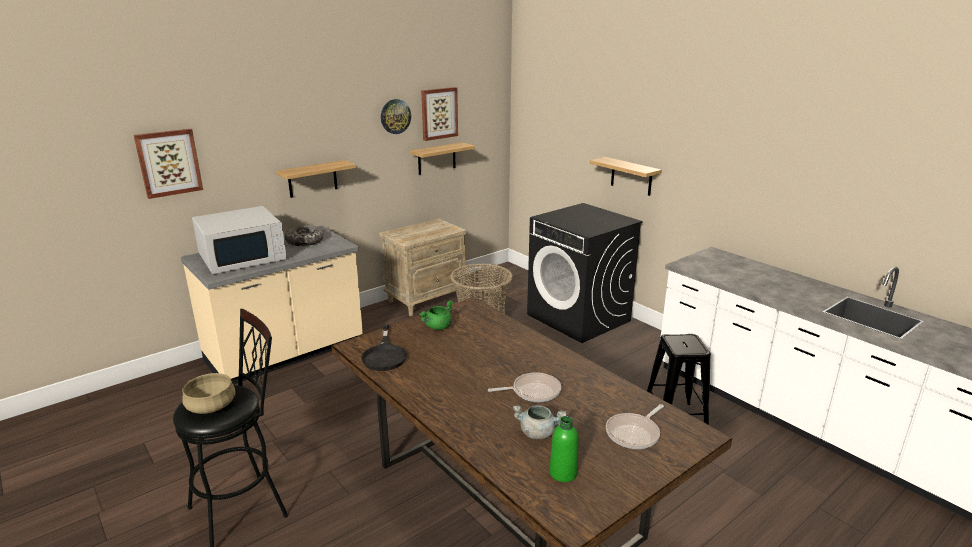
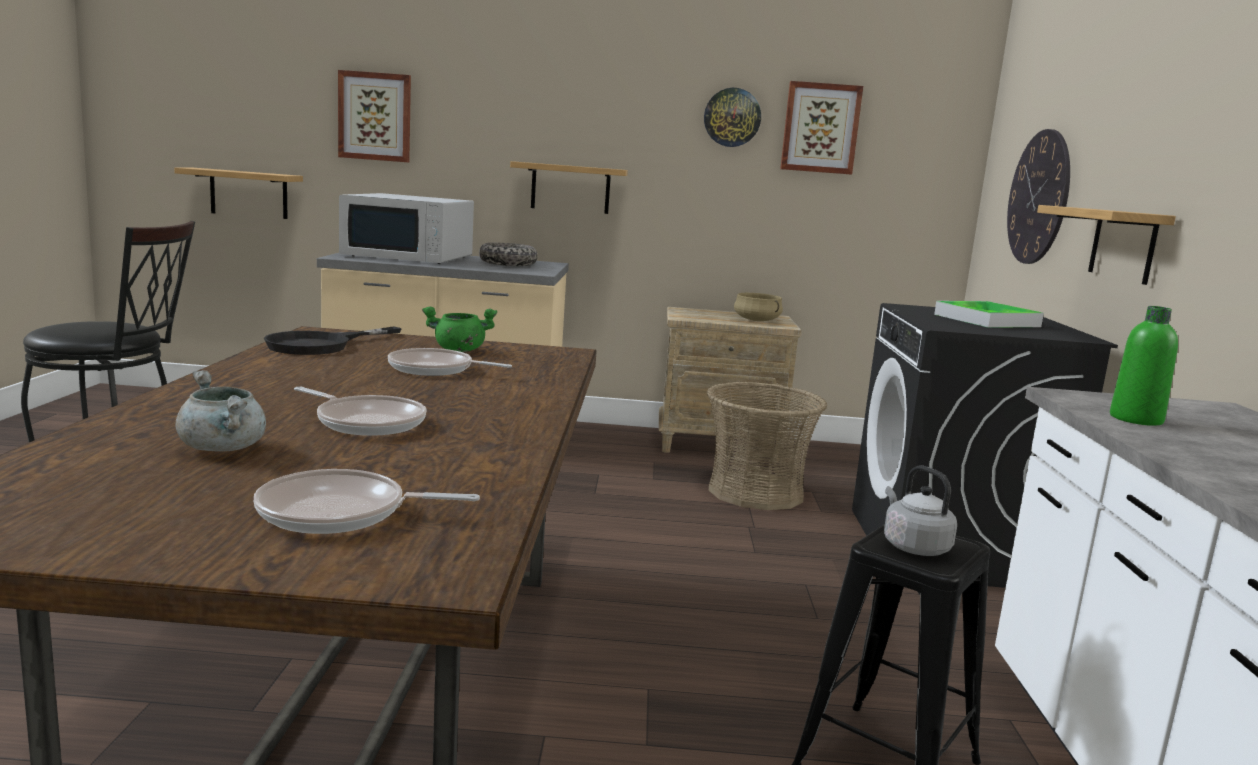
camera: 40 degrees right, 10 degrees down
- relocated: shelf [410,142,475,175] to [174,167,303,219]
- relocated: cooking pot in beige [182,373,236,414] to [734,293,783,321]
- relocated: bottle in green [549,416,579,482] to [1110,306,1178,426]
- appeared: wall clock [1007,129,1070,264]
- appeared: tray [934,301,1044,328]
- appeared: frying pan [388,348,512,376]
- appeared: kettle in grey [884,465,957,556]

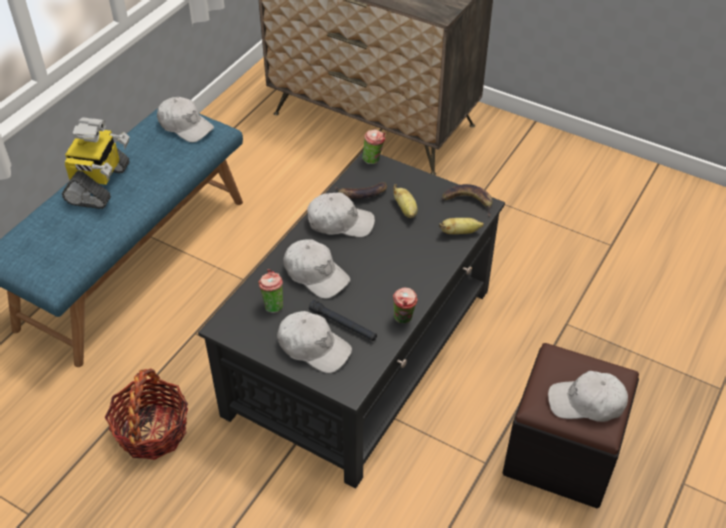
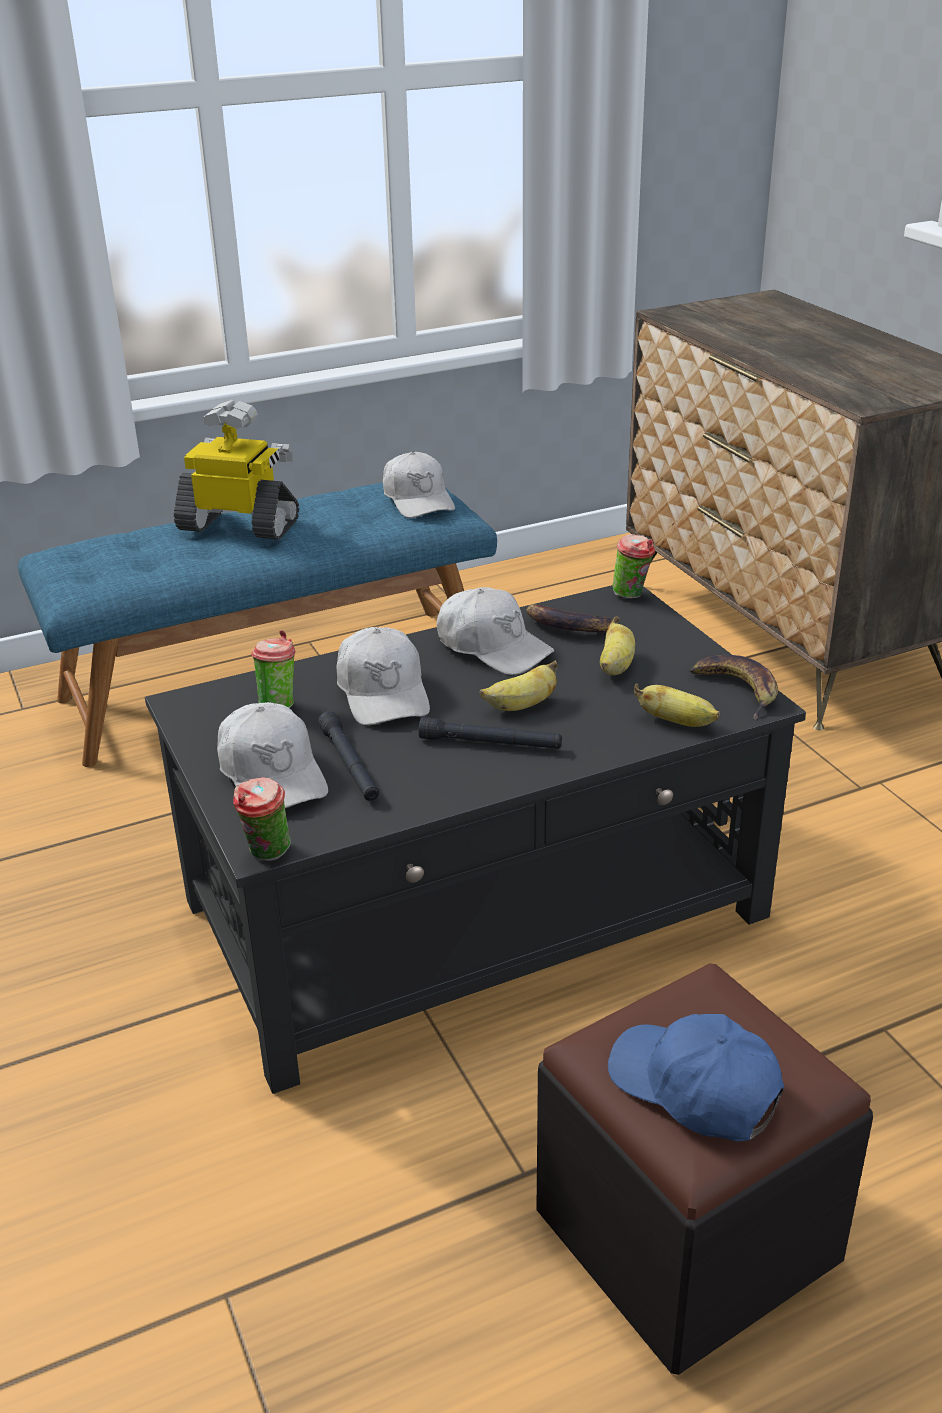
camera: 35 degrees right, 15 degrees down
- spun: toy robot [62,117,130,209] = [174,400,299,539] 120 degrees counterclockwise
- relocated: cup [393,288,418,324] to [233,777,291,861]
- missing: basket [105,369,188,460]
- colour: cap in white [548,371,628,422] to cap in blue [608,1014,784,1141]
- appeared: banana [480,661,558,711]
- appeared: flashlight in black [419,717,562,749]

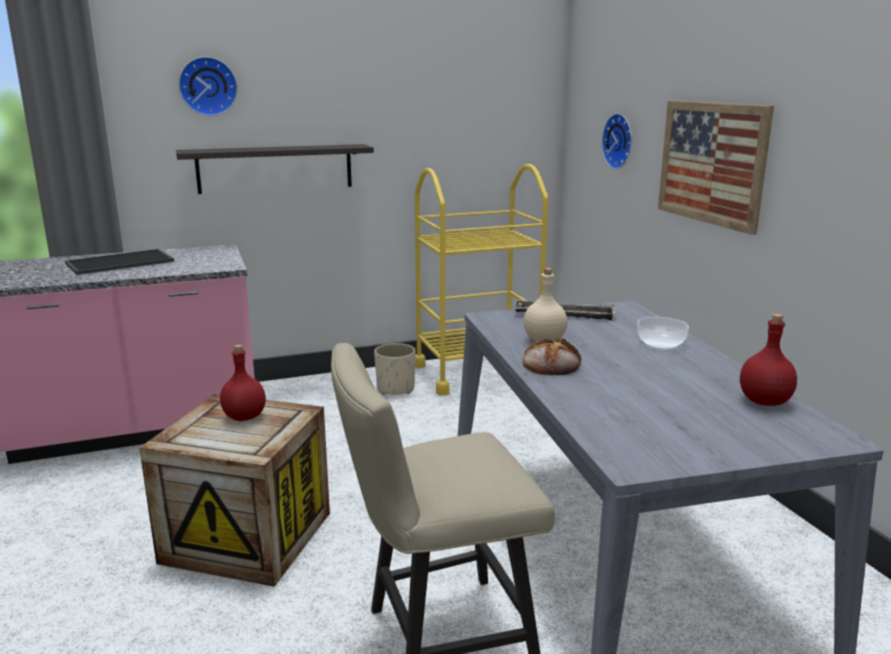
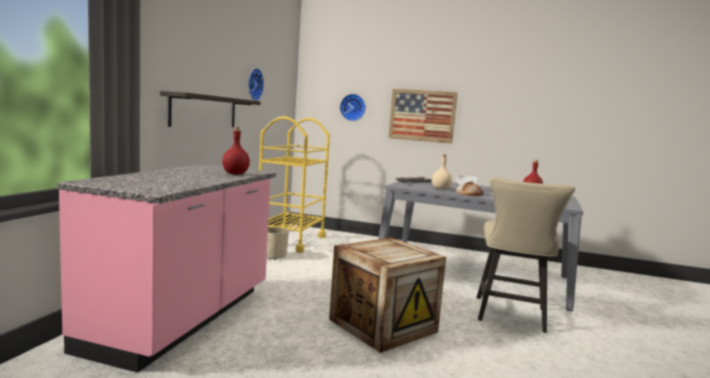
camera: 55 degrees left, 10 degrees down
- relocated: wall clock [178,56,238,116] to [248,68,264,101]
- missing: tray [65,249,175,275]
- relocated: bottle in red [220,344,266,421] to [222,127,250,174]

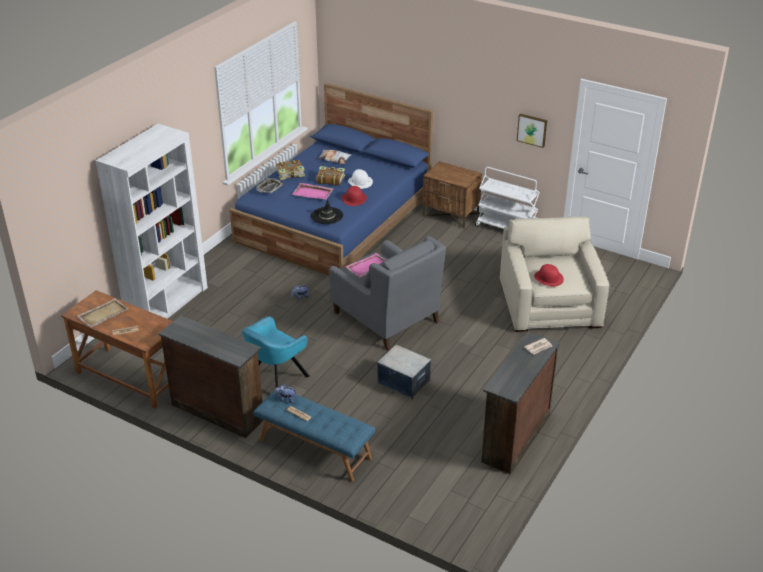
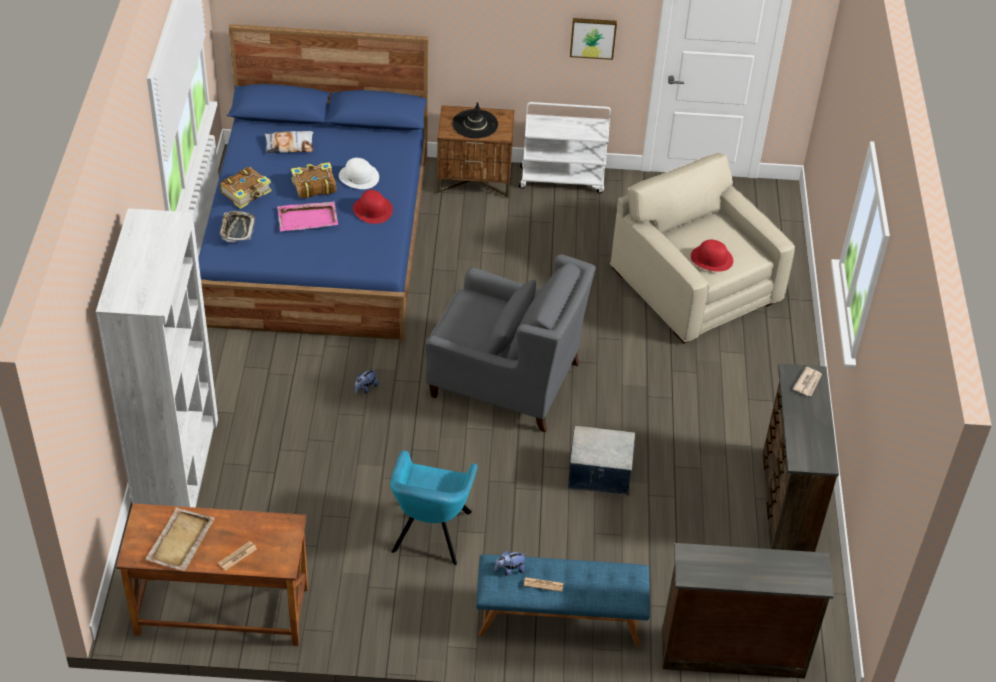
camera: 30 degrees left, 10 degrees up
- relocated: hat in black [311,199,343,224] to [452,102,498,139]
- missing: tray in pink [345,253,386,277]
- relocated: dresser in brown [159,315,263,438] to [662,543,834,678]

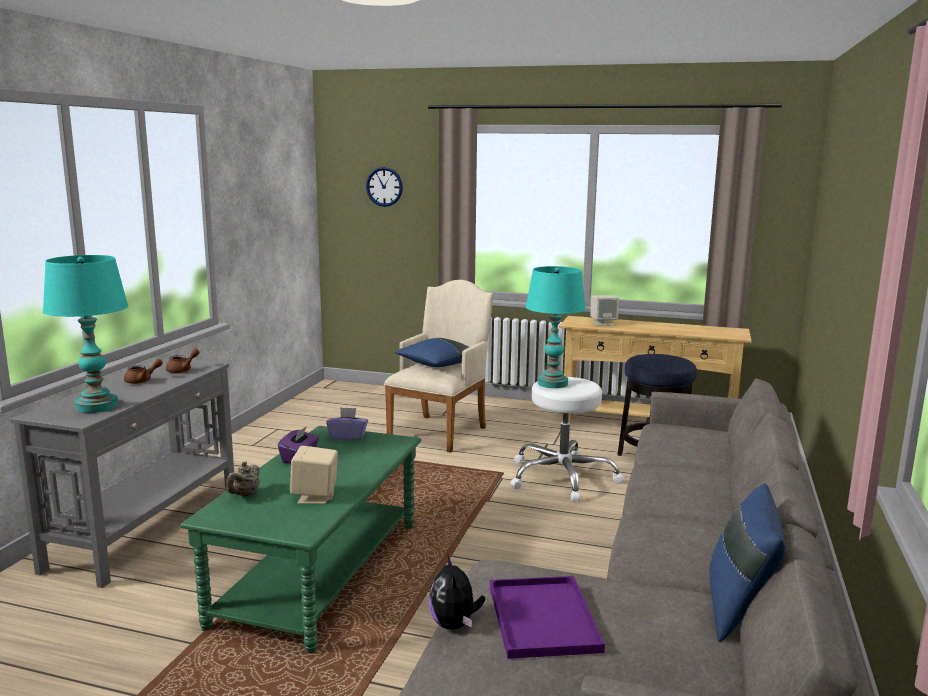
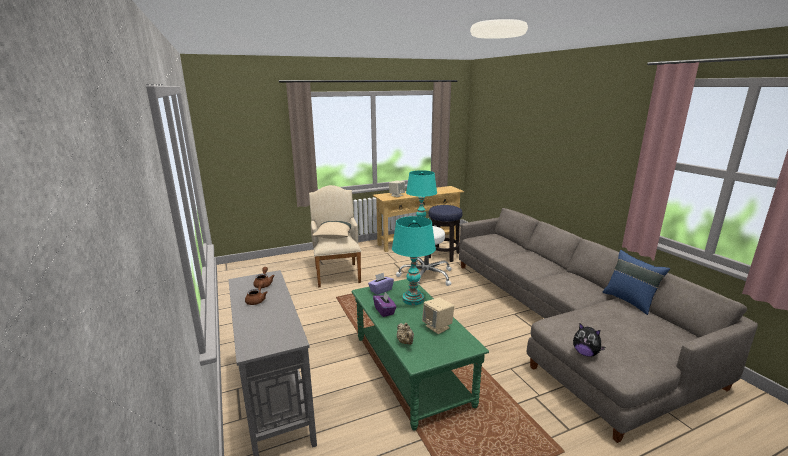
camera: 40 degrees left, 5 degrees up
- missing: wall clock [366,167,403,207]
- relocated: table lamp in turquoise [43,255,128,413] to [392,216,436,305]
- colour: pillow in blue [395,338,469,367] to pillow in beige [312,221,351,239]
- missing: tray in purple [490,576,605,659]

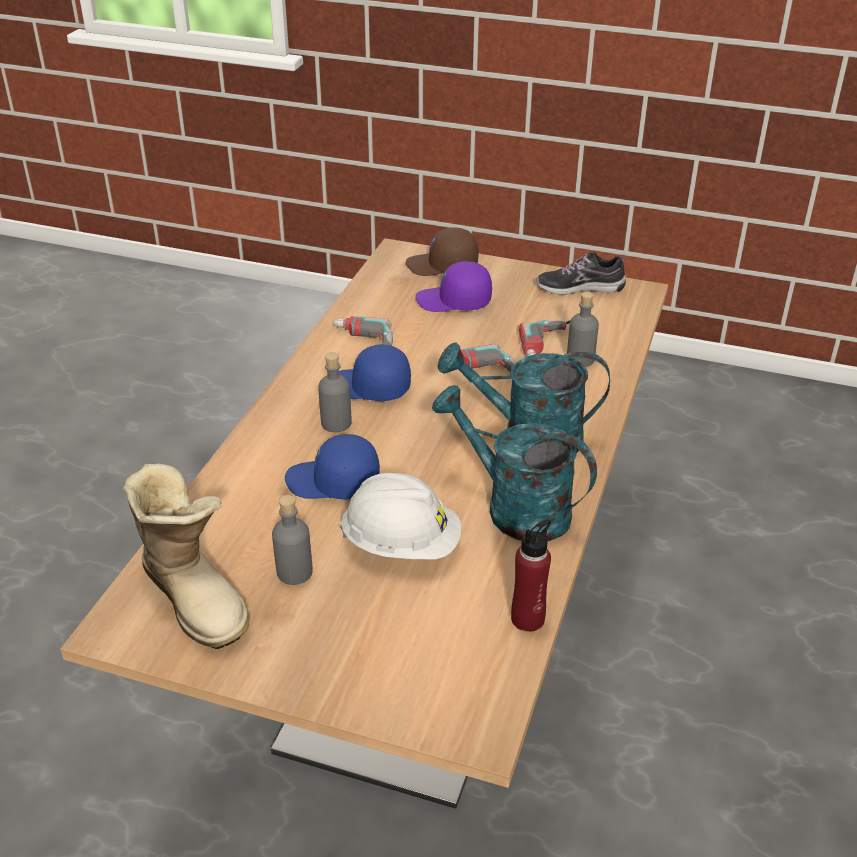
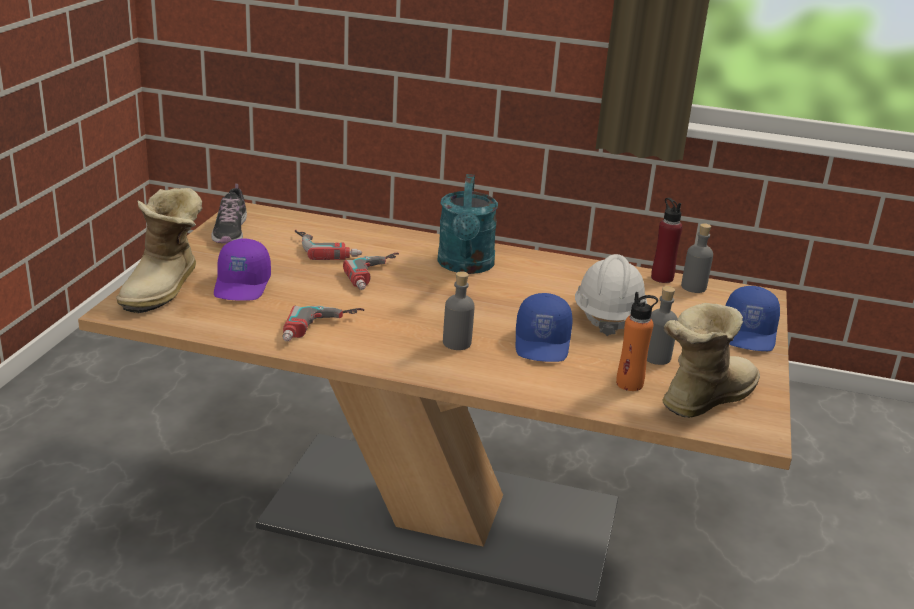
camera: 95 degrees left, 10 degrees down
- exchanged: cap in brown [406,227,479,276] to boot [116,188,203,313]
- relocated: bottle in grey [567,292,599,367] to [681,223,713,293]
- relocated: cap in blue [339,344,411,401] to [726,286,780,351]
- missing: watering can in turquoise [432,385,597,541]
- appeared: bottle in orange [616,292,658,391]

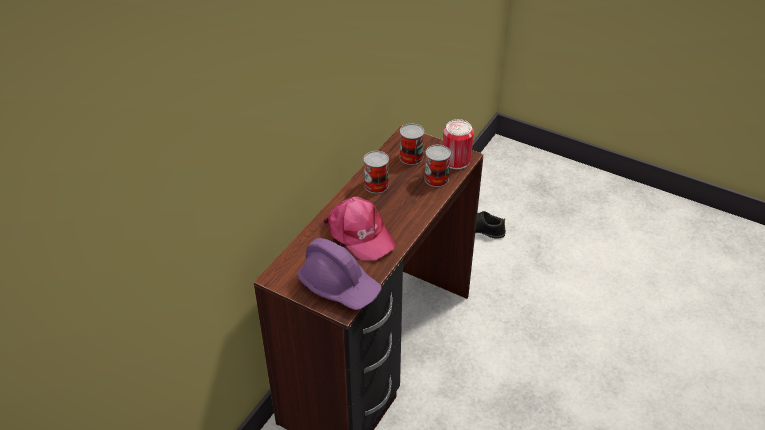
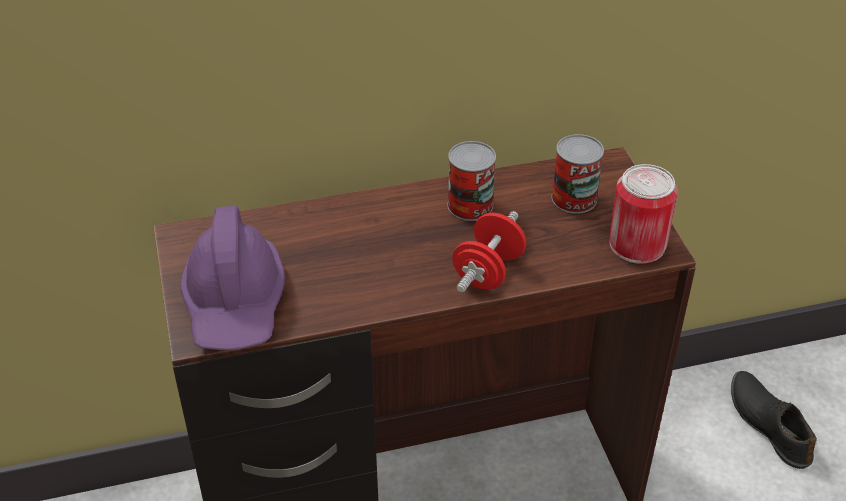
camera: 45 degrees right, 0 degrees up
- missing: can [424,145,451,187]
- missing: cap in pink [324,196,396,261]
- appeared: dumbbell in red [452,211,526,293]

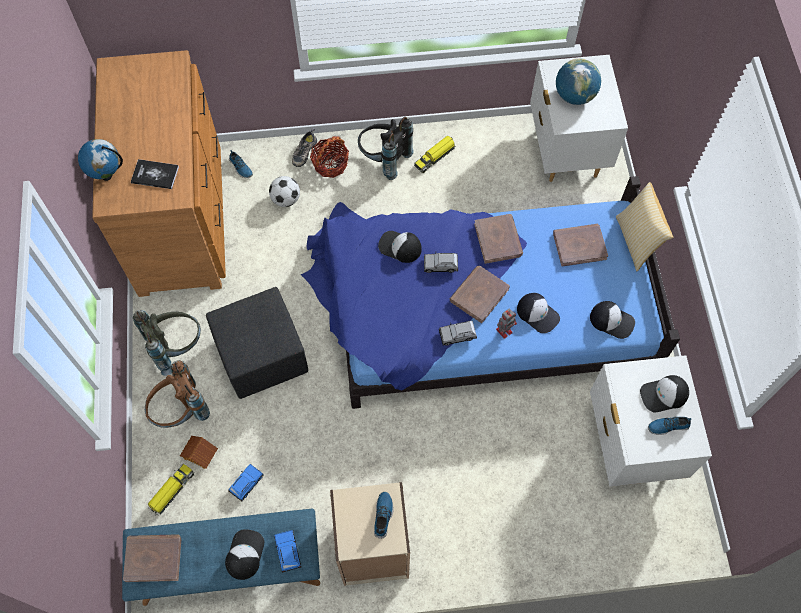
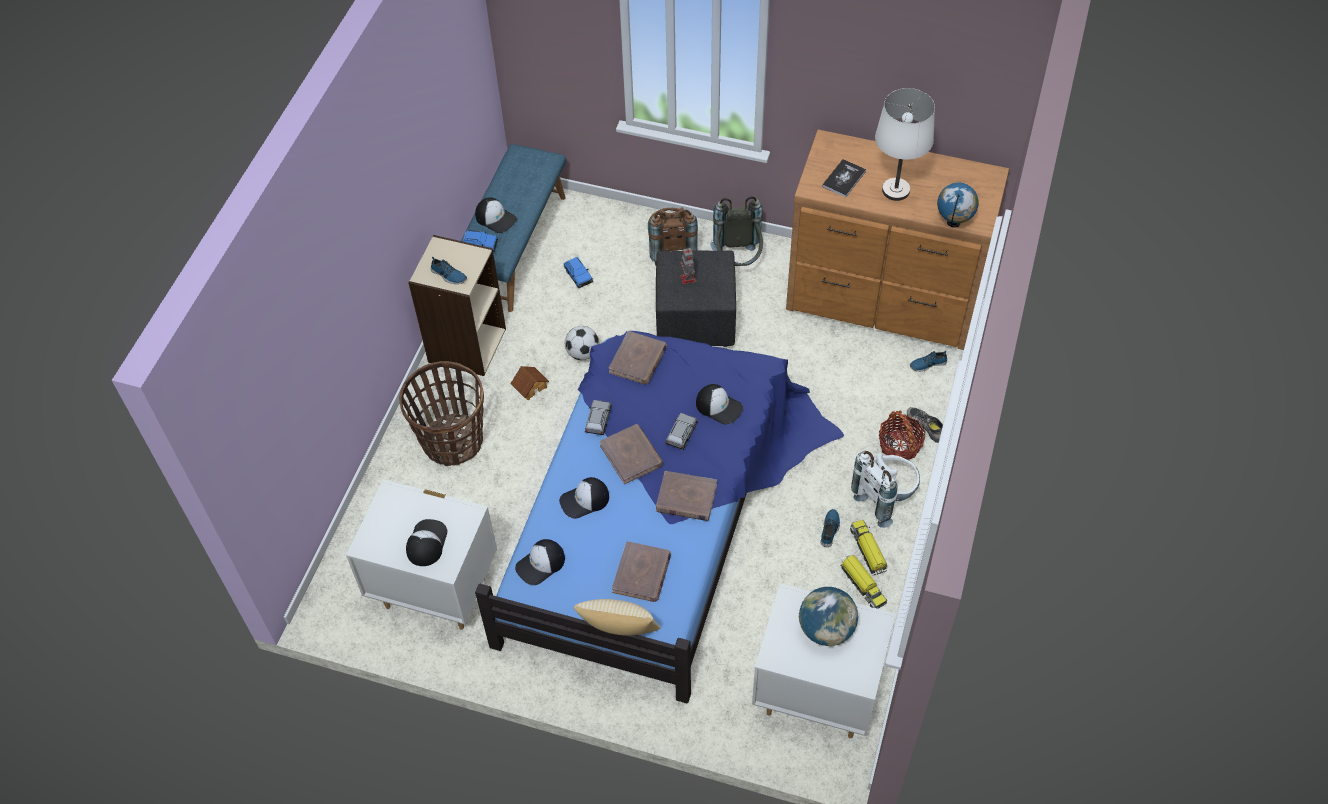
camera: 115 degrees right, 10 degrees down
- colour: backpack in black [358,117,413,180] to backpack in white [851,451,920,528]
- relocated: globe [78,139,123,181] to [937,183,979,228]
- relocated: football [269,176,300,207] to [565,326,599,360]
- spun: cap [378,231,422,263] = [696,384,743,425] 75 degrees clockwise
- relocated: toy robot [496,308,517,339] to [680,247,696,284]
- relocated: shoe [648,417,691,435] to [820,509,840,547]
- relocated: toy house [180,436,218,469] to [510,366,549,400]
- relocated: toy truck [148,464,194,516] to [840,555,887,609]
- relocated: book in brown [123,534,181,582] to [609,331,667,385]
- appeared: table lamp in white [875,88,935,201]
- appeared: basket [399,361,484,466]

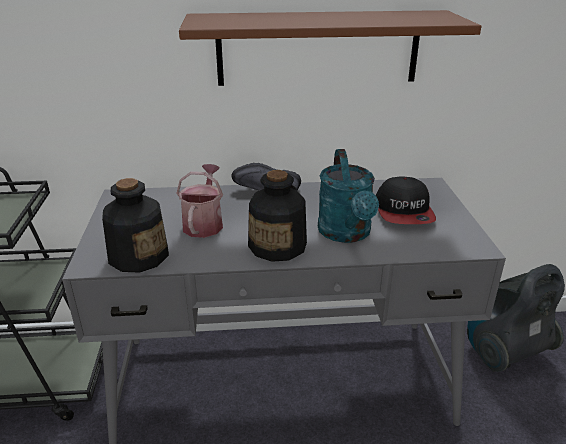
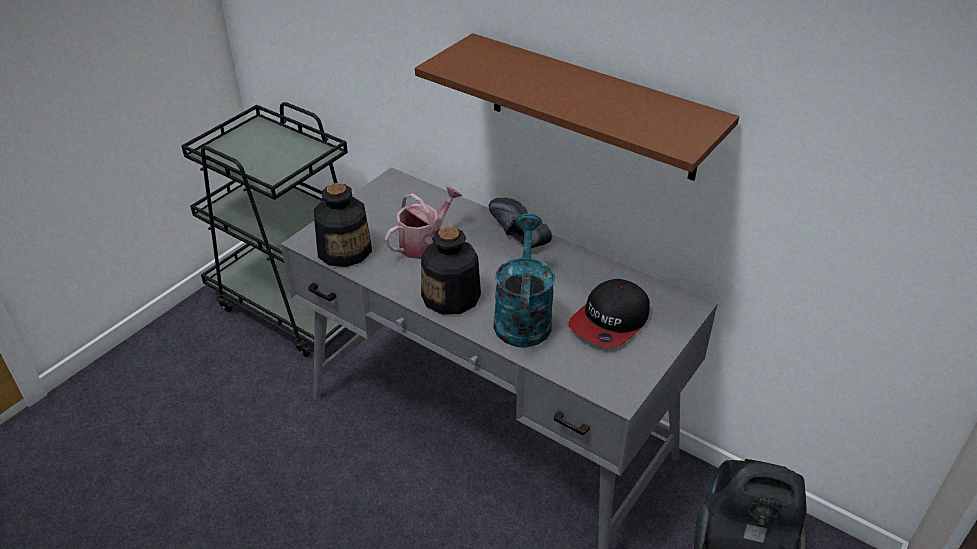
camera: 40 degrees right, 10 degrees up
- spun: watering can in turquoise [318,149,379,243] = [494,213,555,348] 150 degrees clockwise

